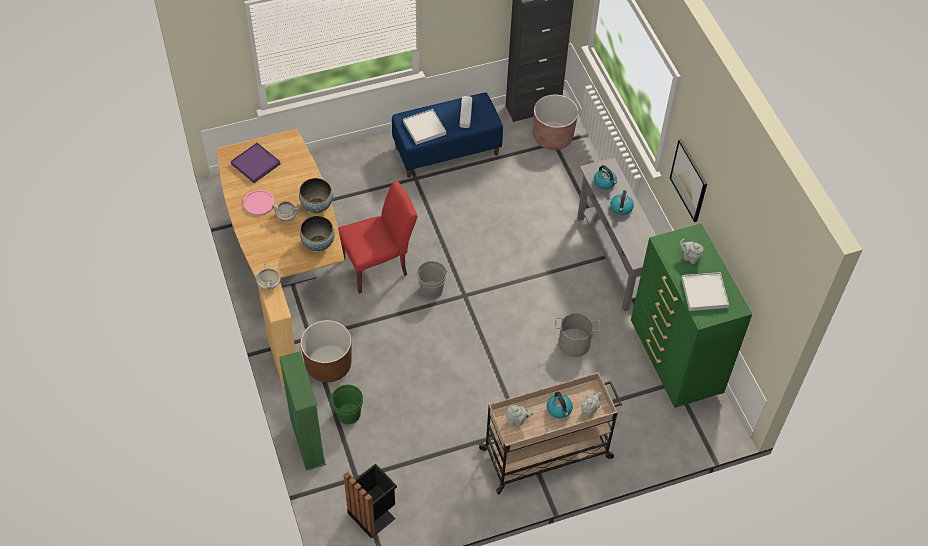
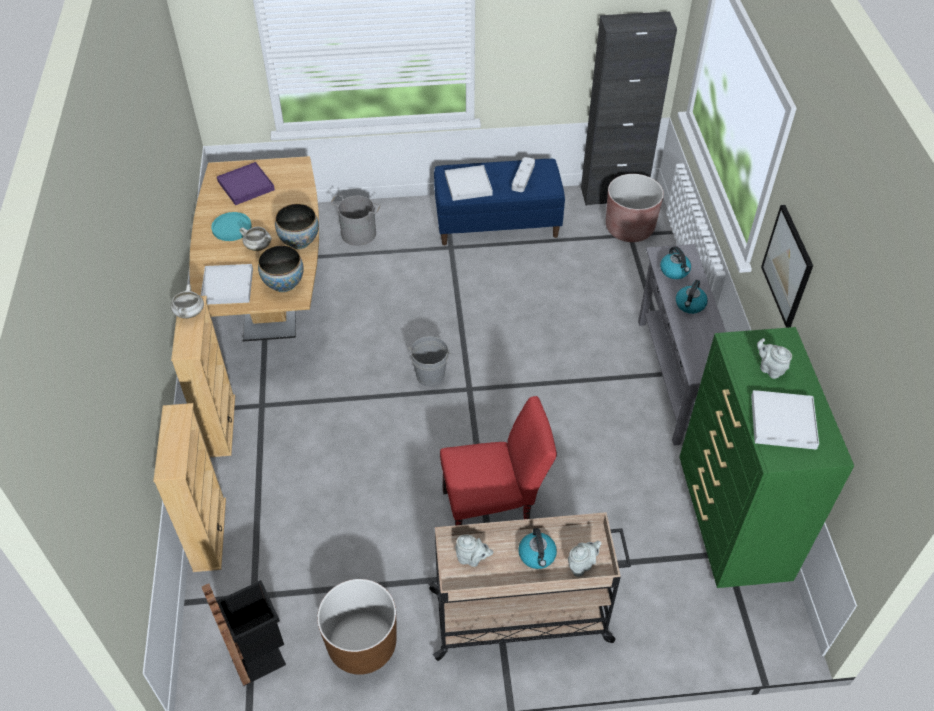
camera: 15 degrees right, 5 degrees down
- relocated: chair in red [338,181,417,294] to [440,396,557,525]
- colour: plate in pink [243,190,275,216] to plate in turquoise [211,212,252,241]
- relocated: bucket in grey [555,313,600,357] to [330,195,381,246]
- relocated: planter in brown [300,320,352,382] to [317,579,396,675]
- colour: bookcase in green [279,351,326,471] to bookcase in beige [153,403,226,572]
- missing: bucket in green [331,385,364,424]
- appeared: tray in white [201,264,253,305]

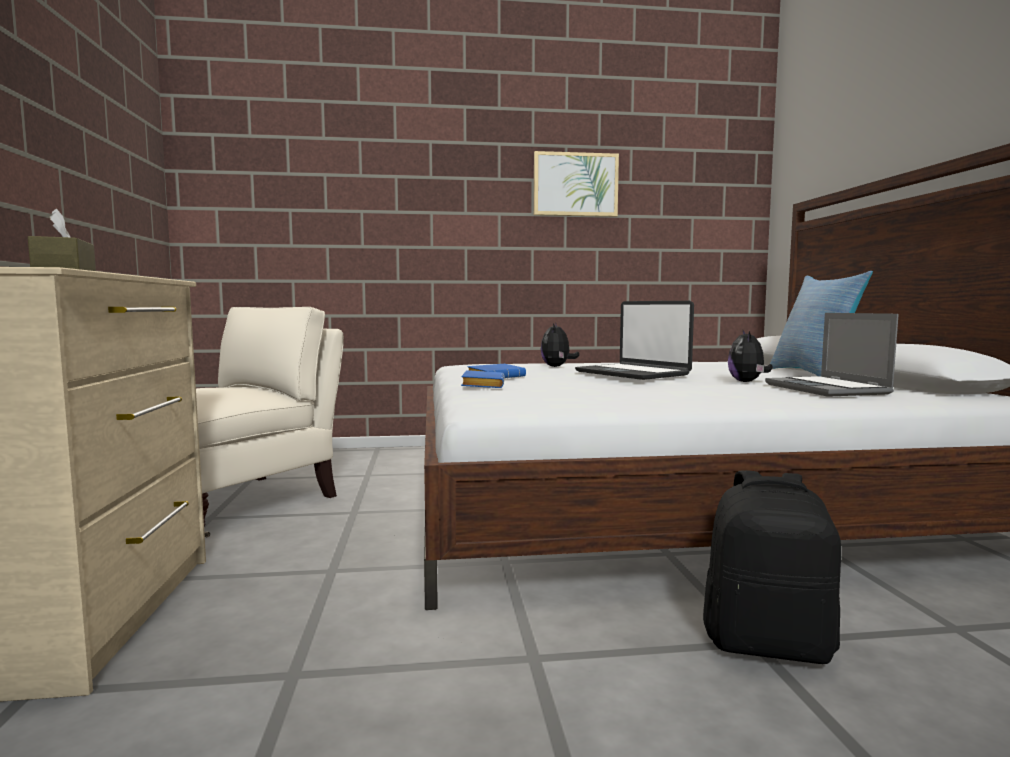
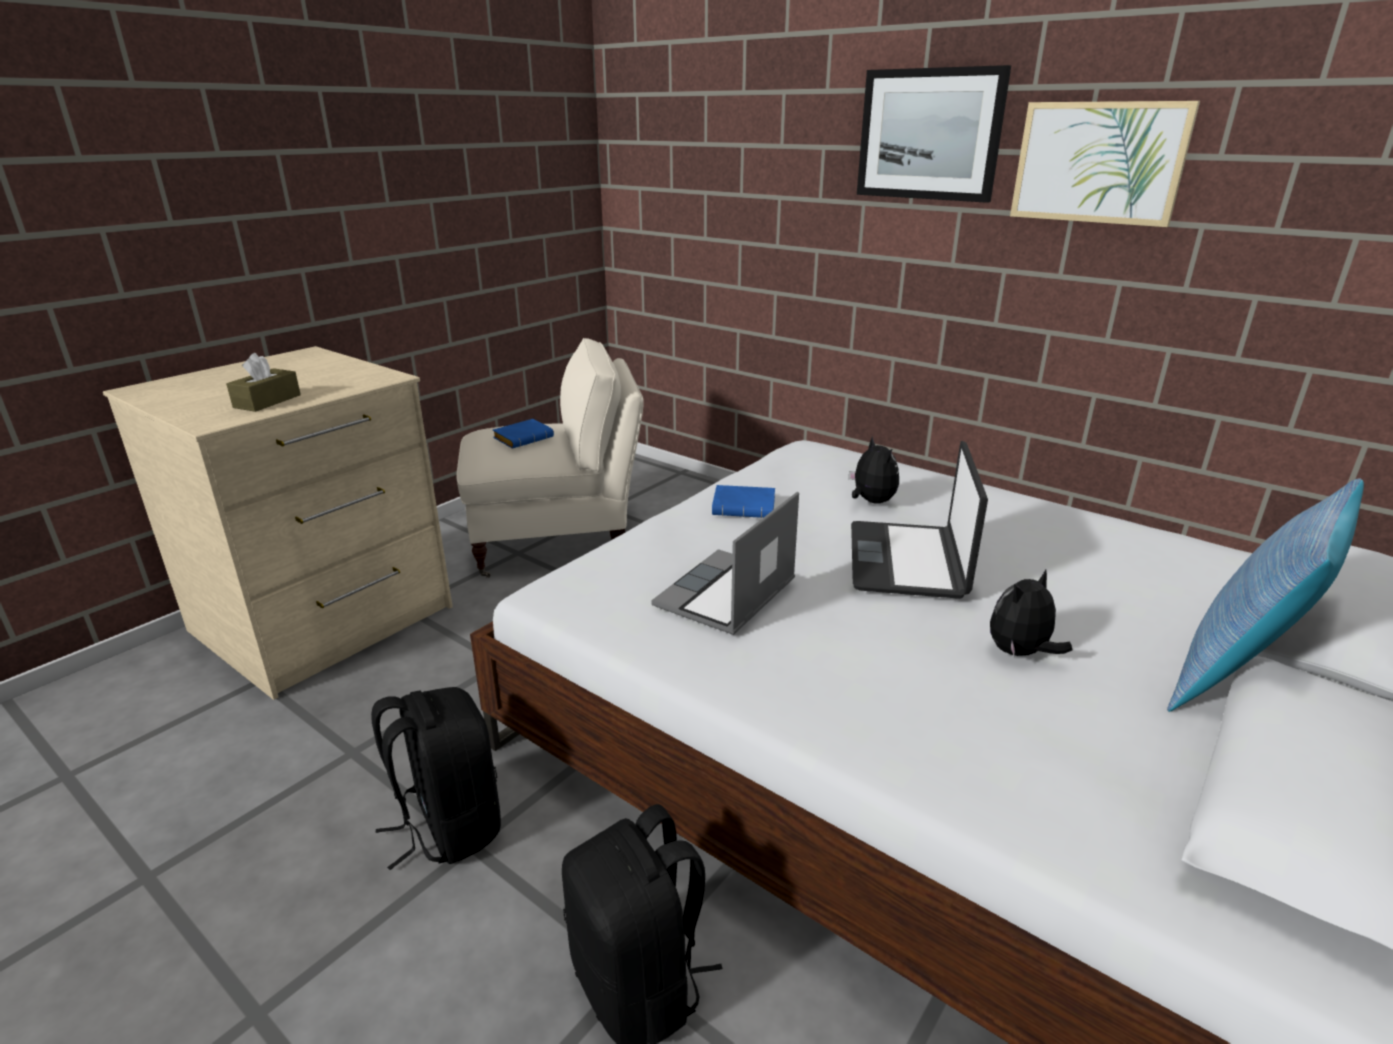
camera: 45 degrees right, 20 degrees up
- relocated: laptop [765,313,899,397] to [651,492,799,635]
- spun: plush toy [541,322,579,367] = [849,436,899,504] 105 degrees clockwise
- relocated: book in blue [461,370,505,388] to [493,419,554,449]
- appeared: picture [857,65,1011,203]
- appeared: backpack in black [371,687,501,870]

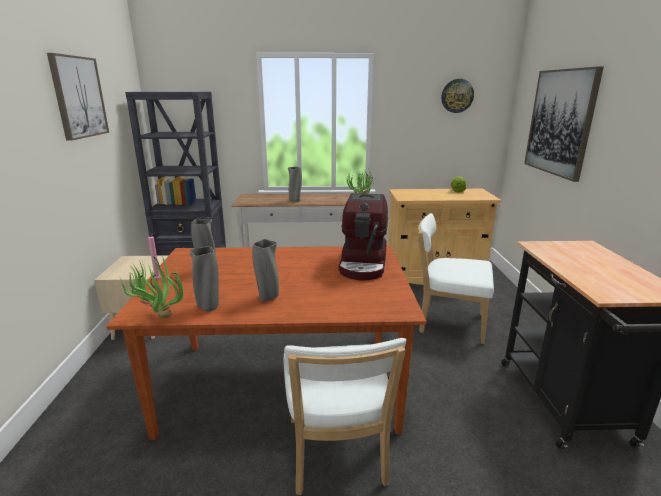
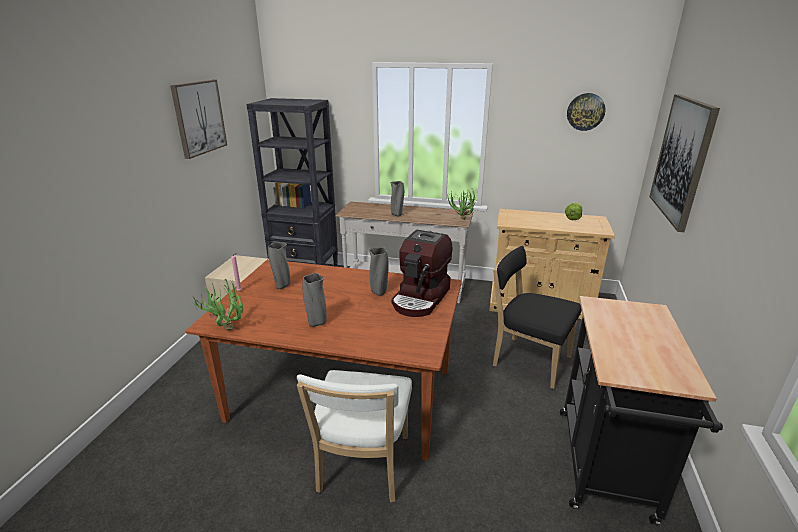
camera: 15 degrees right, 5 degrees up
- colour: chair in white [418,213,494,344] to chair in black [493,246,581,389]
- relocated: vase in grey [189,246,219,312] to [369,247,389,296]

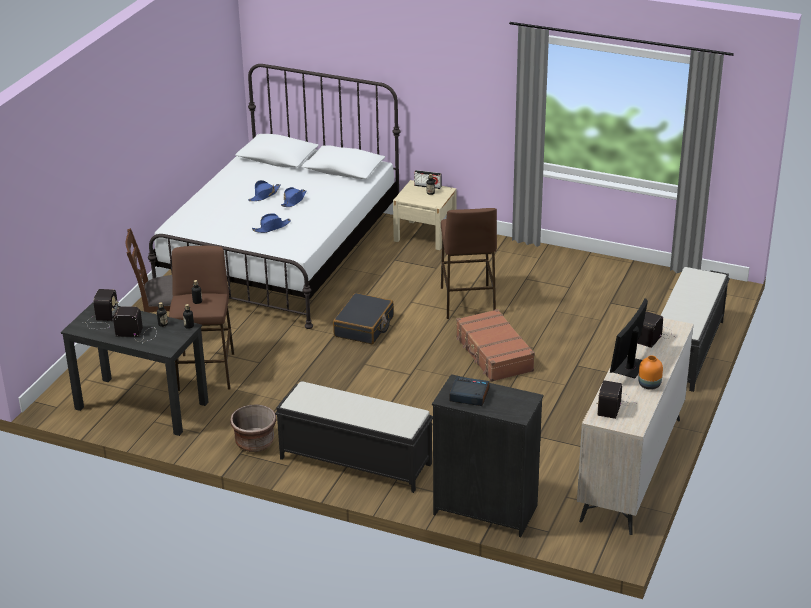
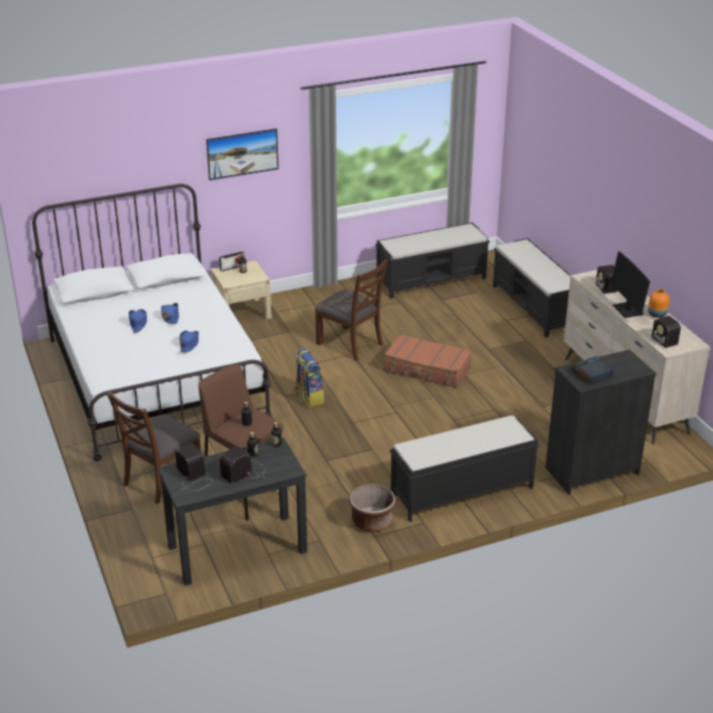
camera: 45 degrees left, 0 degrees up
- exchanged: stool in brown [441,208,497,319] to chair in brown [315,259,388,361]
- exchanged: suitcase in black [333,293,394,344] to backpack [294,348,324,407]
- appeared: picture [206,128,279,180]
- appeared: bench in black [375,222,490,298]

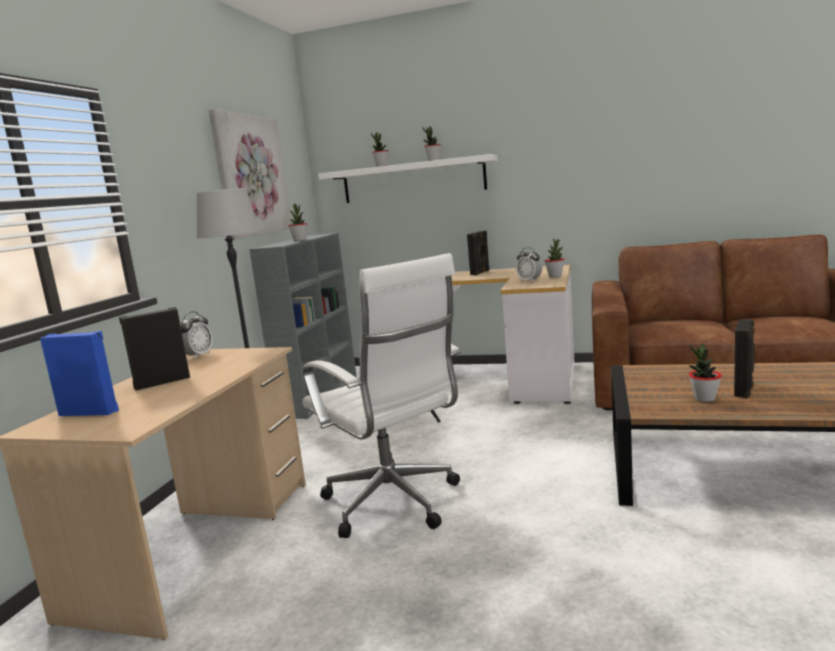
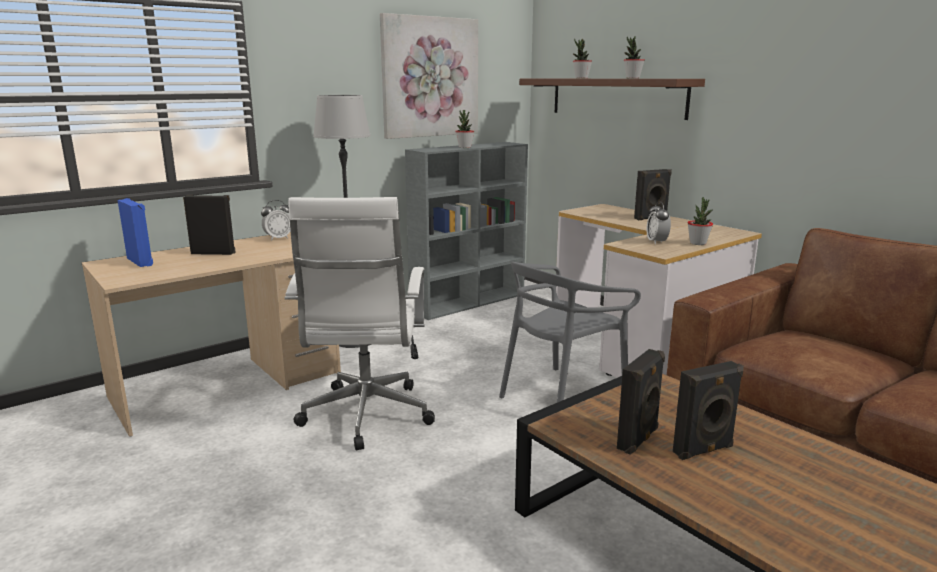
camera: 35 degrees right, 5 degrees up
- colour: shelf in white [318,154,497,203] to shelf in brown [519,79,705,120]
- exchanged: potted plant [689,344,722,402] to speaker in black [617,349,665,455]
- appeared: chair in grey [499,262,641,403]

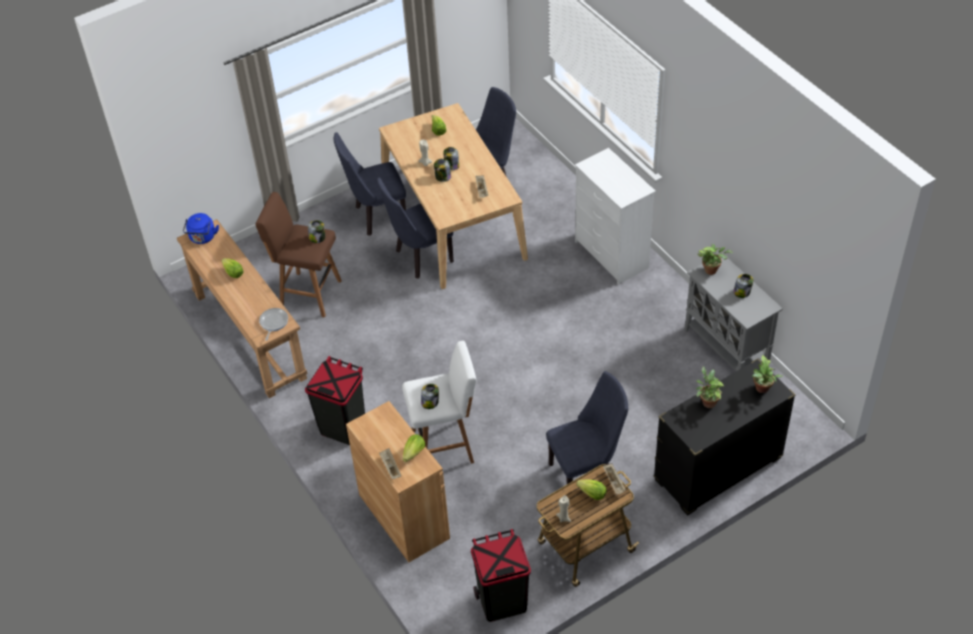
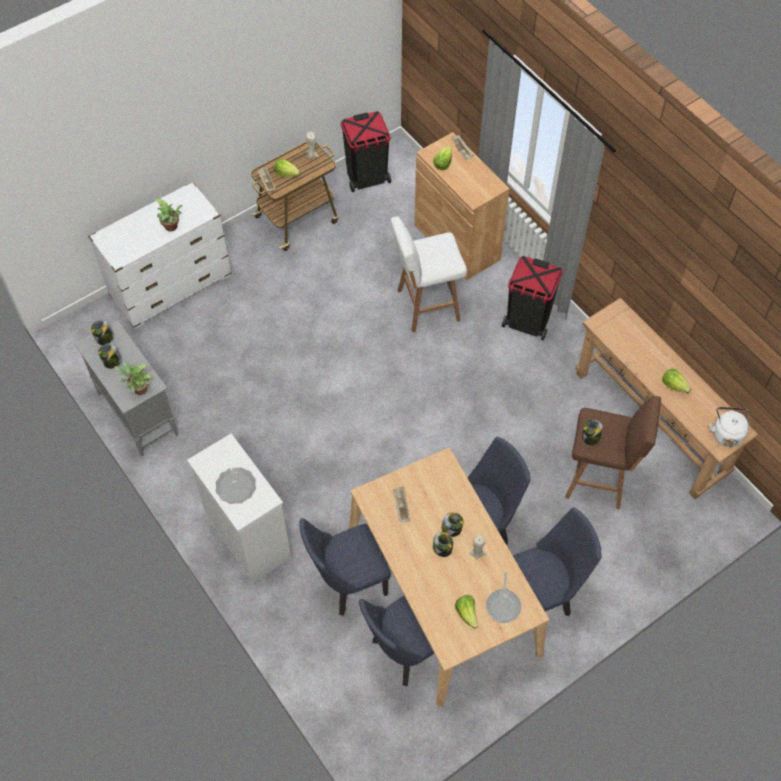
camera: 175 degrees right, 10 degrees up
- colour: kettle in blue [183,213,219,244] to kettle in white [709,407,749,447]
- relocated: frying pan [259,308,288,341] to [486,572,521,623]
- missing: potted plant [752,355,783,393]
- colour: dresser in black [654,359,795,516] to dresser in white [88,181,232,329]
- relocated: chair in blue [546,371,628,500] to [300,518,391,616]
- relocated: jar [421,384,439,409] to [91,320,114,345]
- appeared: plate [216,467,256,504]

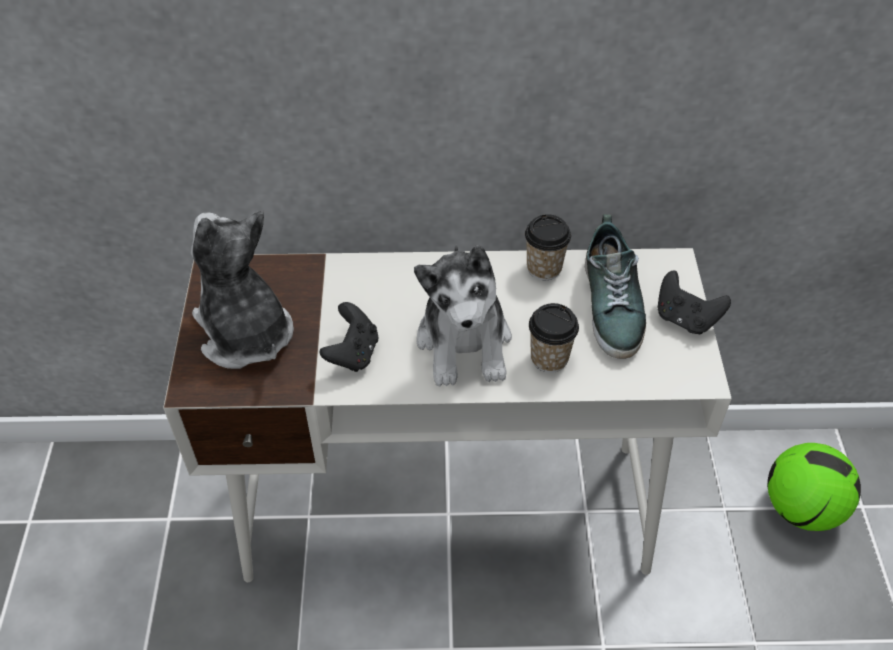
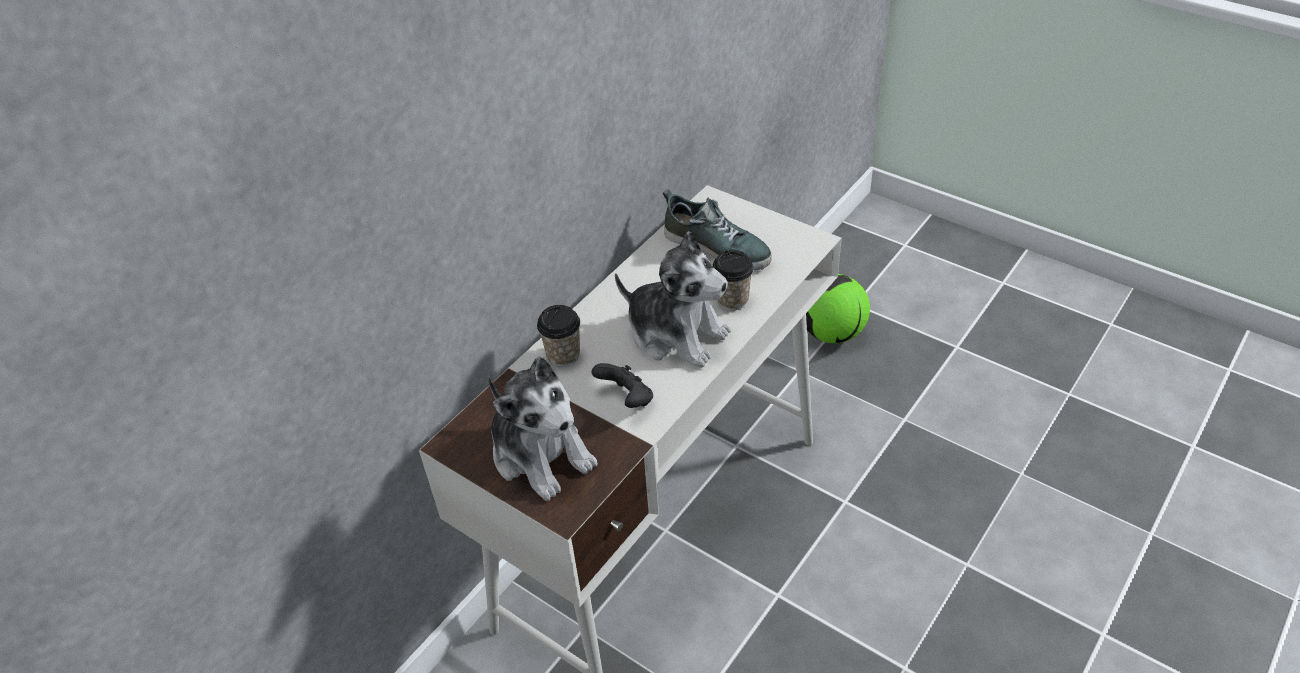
camera: 50 degrees left, 5 degrees down
- spun: plush toy [191,211,294,369] = [488,356,598,501] 135 degrees counterclockwise
- relocated: cup [525,214,571,280] to [537,305,580,367]
- missing: game controller in black [657,271,731,334]

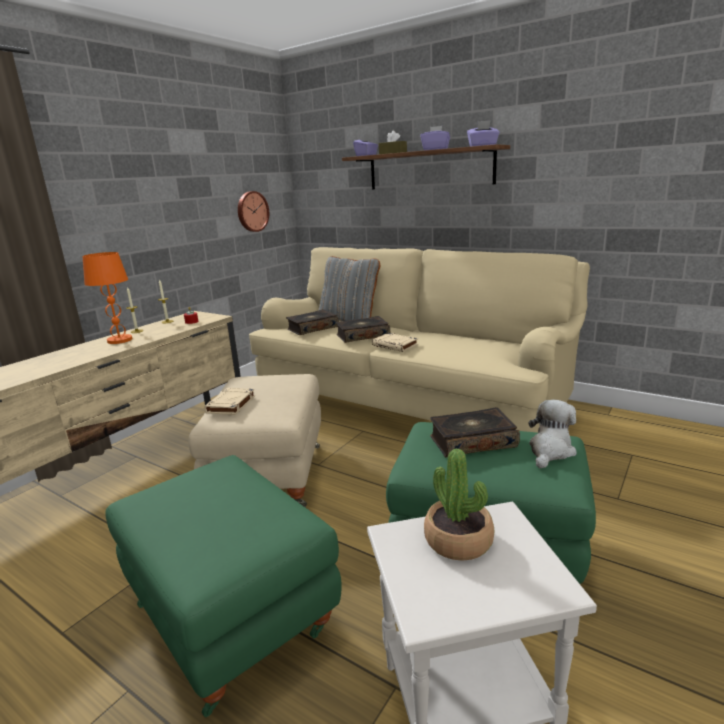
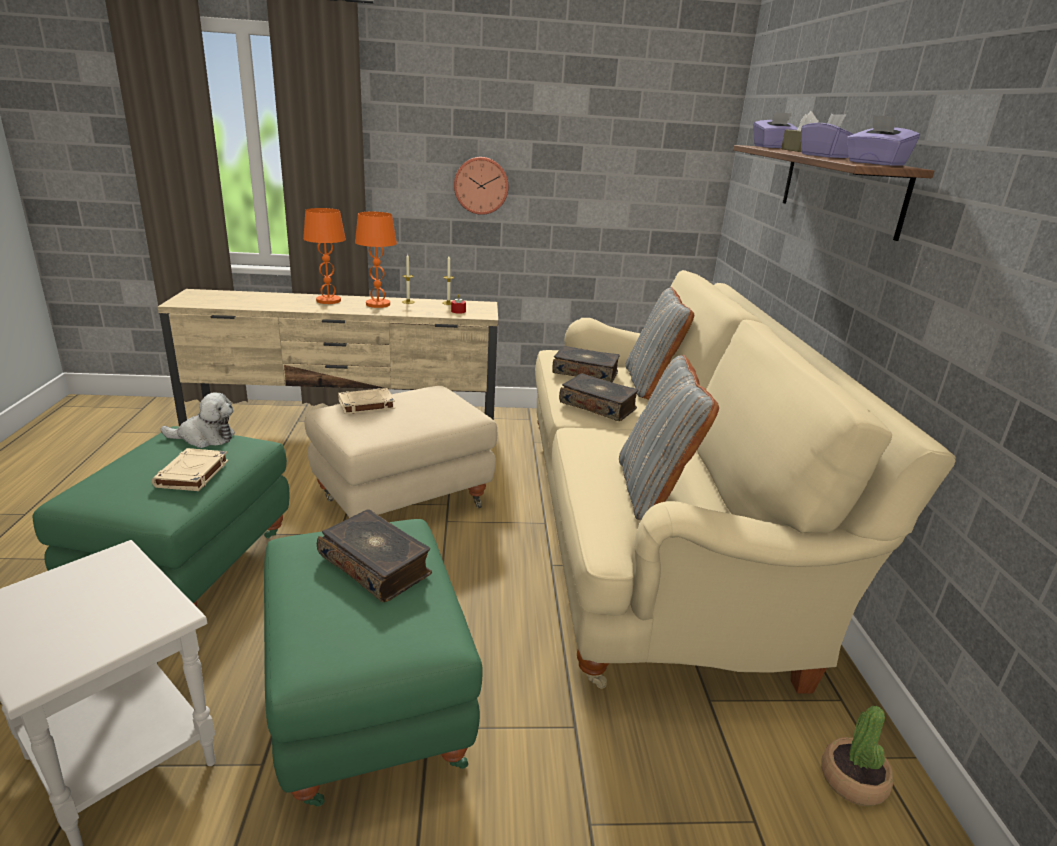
camera: 50 degrees right, 5 degrees up
- relocated: wall clock [238,191,269,232] to [454,157,509,215]
- relocated: book in beige [372,333,418,352] to [152,448,228,491]
- relocated: plush toy [528,400,577,468] to [160,392,235,448]
- relocated: potted plant [424,449,494,561] to [821,706,893,806]
- appeared: table lamp in orange [303,208,346,304]
- appeared: pillow in grey [619,355,719,520]

